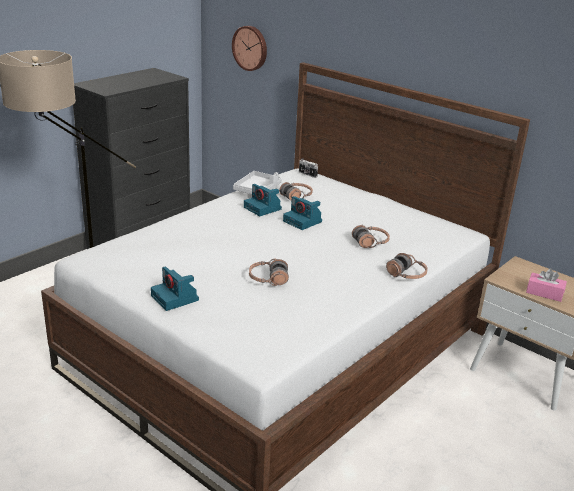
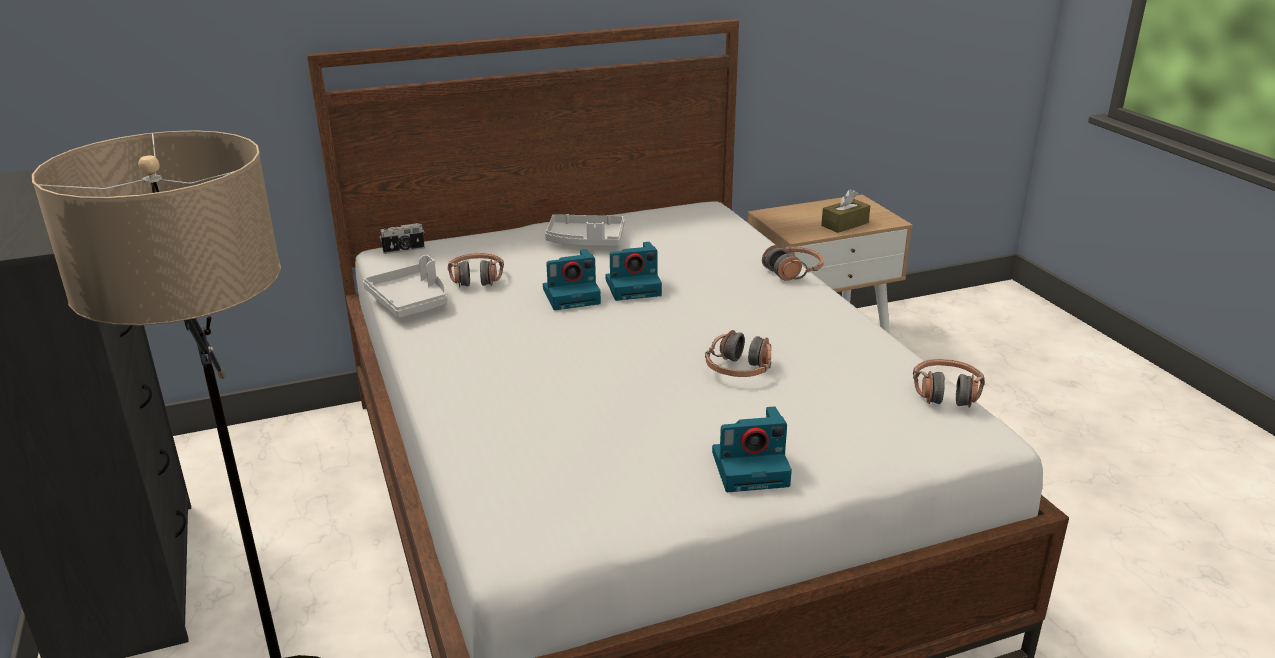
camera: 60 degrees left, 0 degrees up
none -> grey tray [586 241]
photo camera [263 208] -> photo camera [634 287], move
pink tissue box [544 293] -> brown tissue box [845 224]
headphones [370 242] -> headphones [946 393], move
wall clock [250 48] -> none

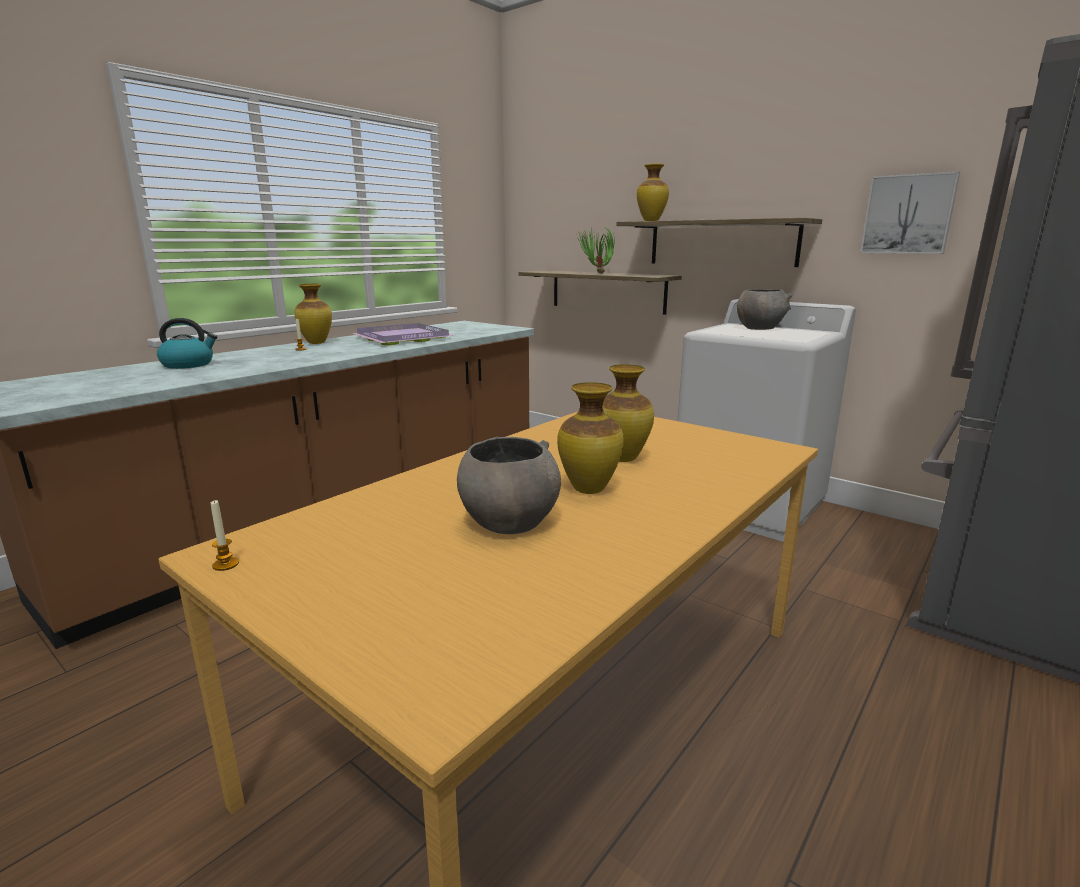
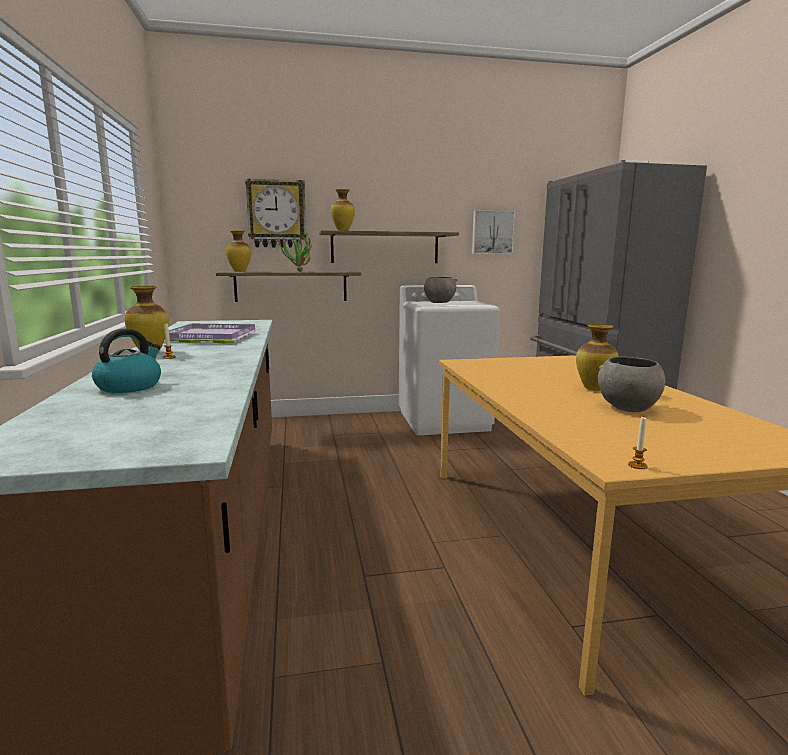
camera: 50 degrees left, 5 degrees down
vase [623 459] -> vase [240 271], move
none -> wall clock [276 214]

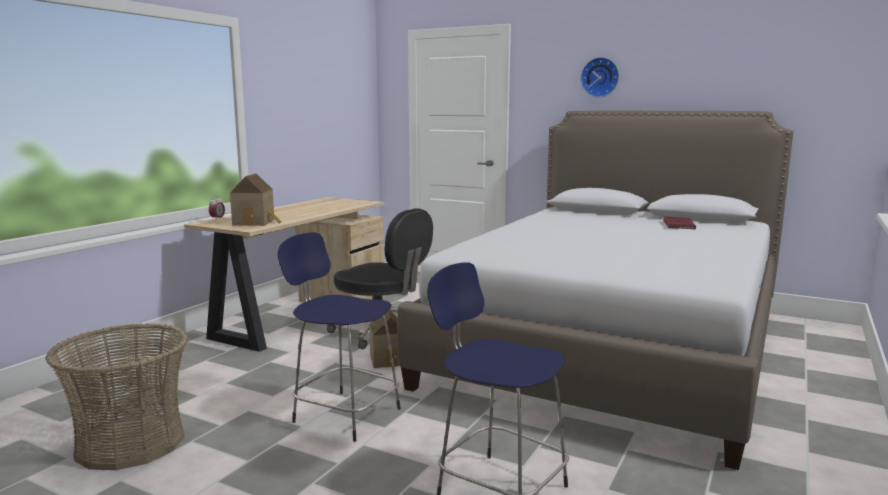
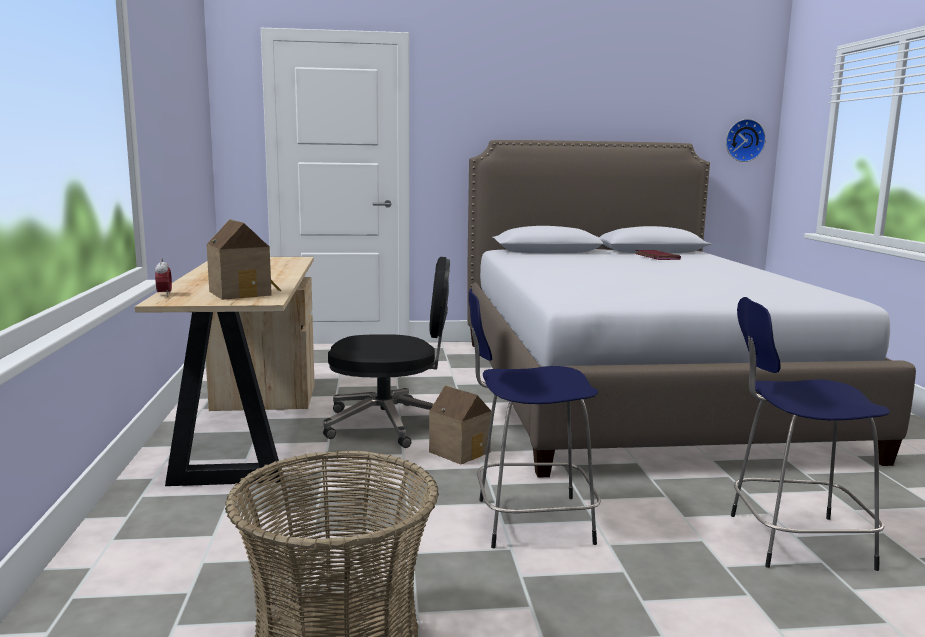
camera: 35 degrees left, 0 degrees up
wall clock [600 77] -> wall clock [744 140], move

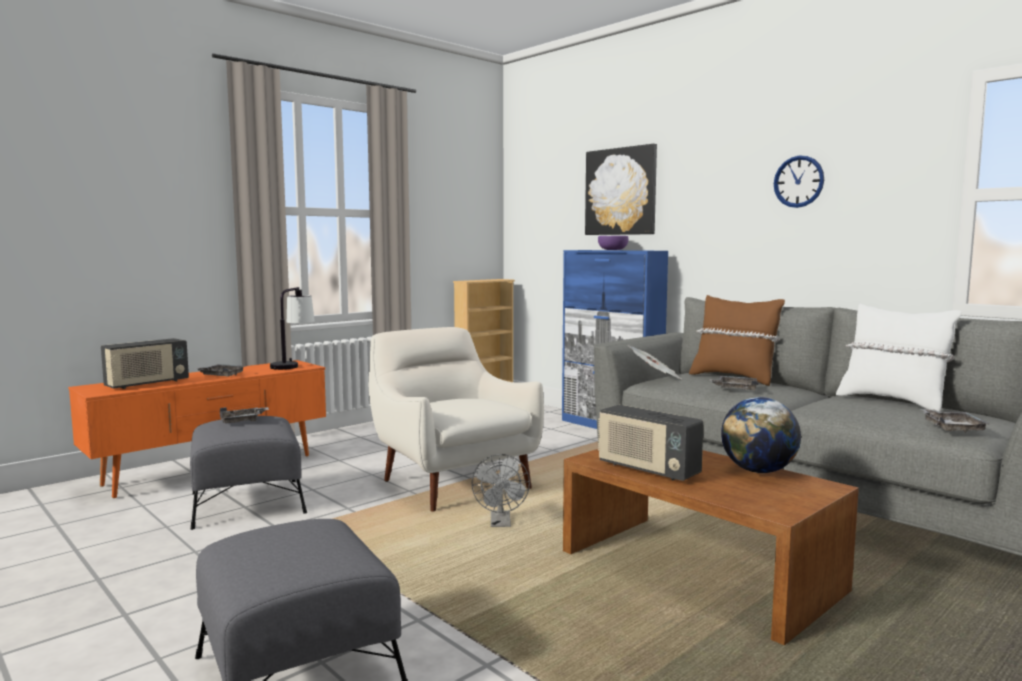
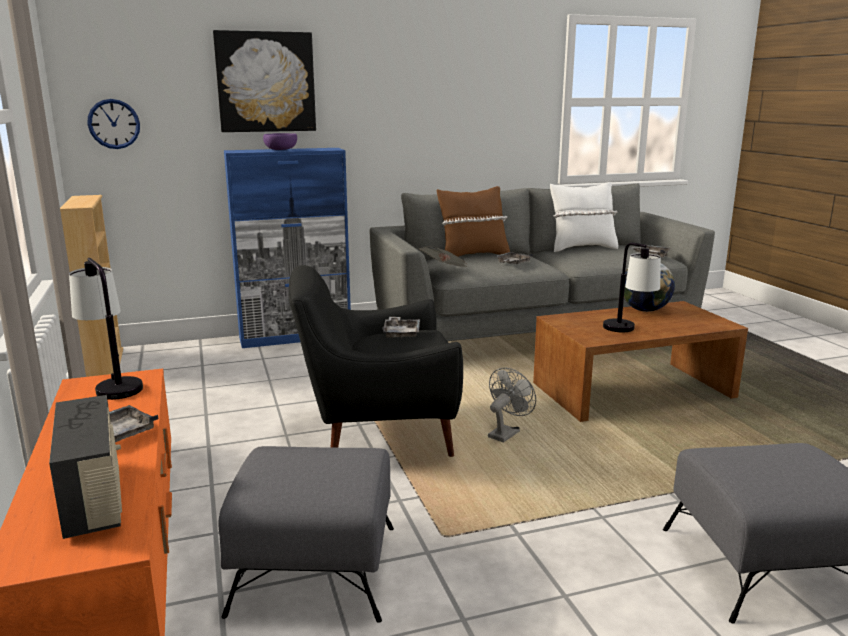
camera: 65 degrees left, 10 degrees up
wall clock [798 181] -> wall clock [114 124], move
white armchair [452 482] -> black armchair [376 433]
grey tray [242 421] -> grey tray [401 333], move
grey fan [501 524] -> grey fan [506 433], 75 degrees counterclockwise
radio [647 469] -> table lamp [628 332]

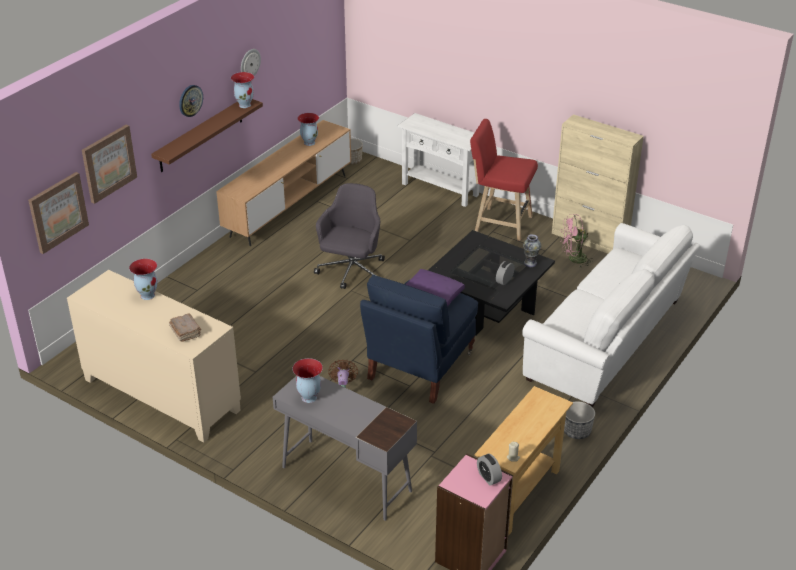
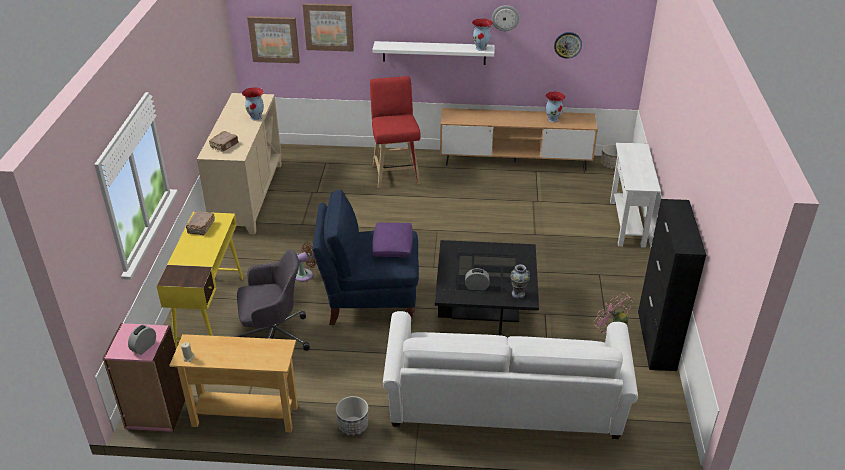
camera: 60 degrees right, 0 degrees up
grey desk [345 478] -> yellow desk [210 311]
vase [309 398] -> brown book [201 227]
grey office chair [351 271] -> grey office chair [273 336], move
red stool [500 223] -> red stool [395 173], move
brown shelf [201 135] -> white shelf [434 52]
wall clock [190 100] -> wall clock [567 45], move
beige cabinet [589 240] -> black cabinet [656 340]

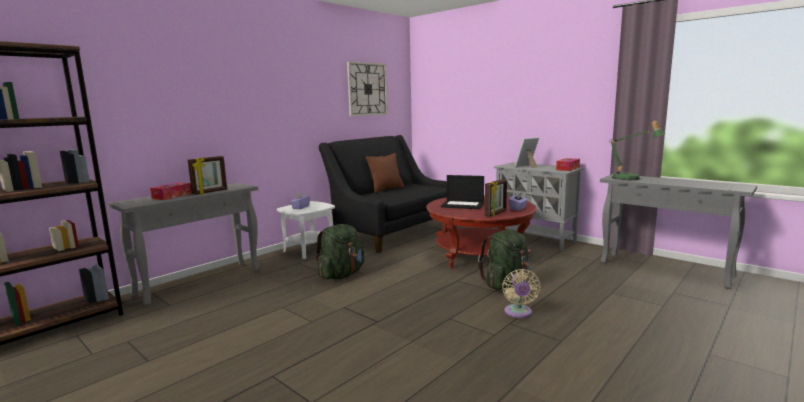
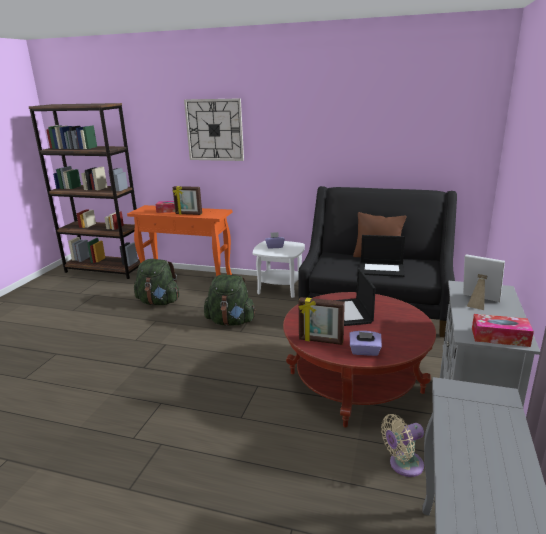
camera: 65 degrees right, 10 degrees up
grey console table [200 281] -> orange console table [187 277]
green backpack [506 285] -> green backpack [159 302], move
wall clock [367 89] -> wall clock [214 130], move
none -> laptop [382 269]
beige fan [518 313] -> beige fan [403 465], move
table lamp [630 179] -> none

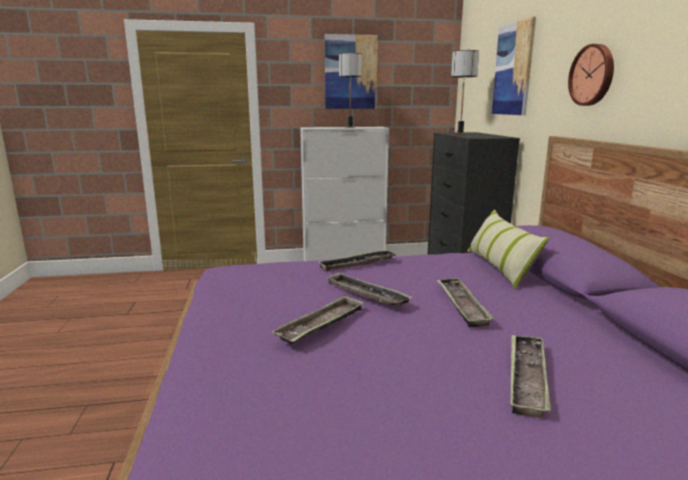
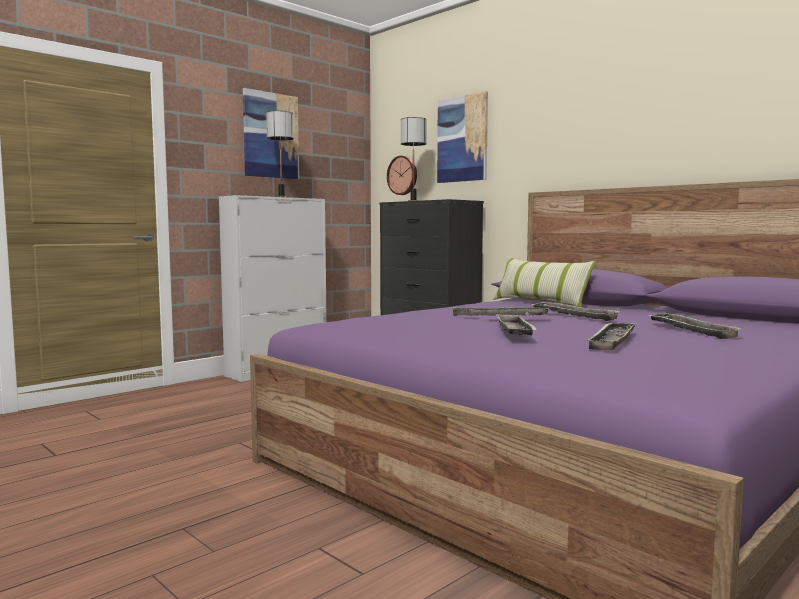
camera: 35 degrees left, 10 degrees down
wall clock [593 75] -> wall clock [403 175], move
tray [357 264] -> tray [612 341], move

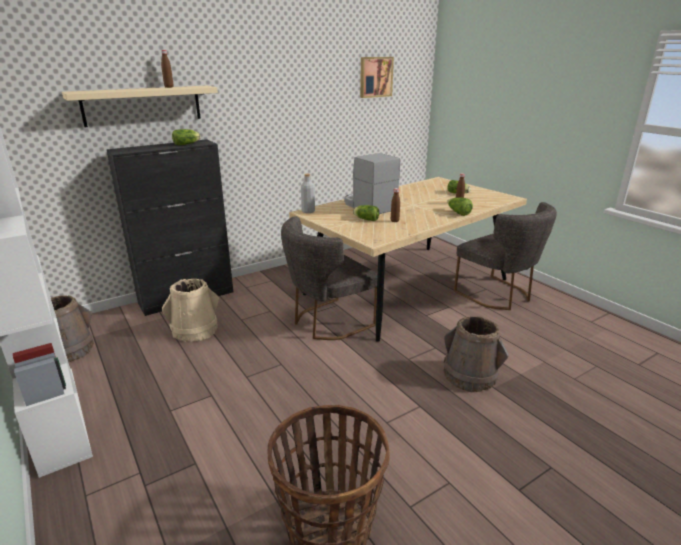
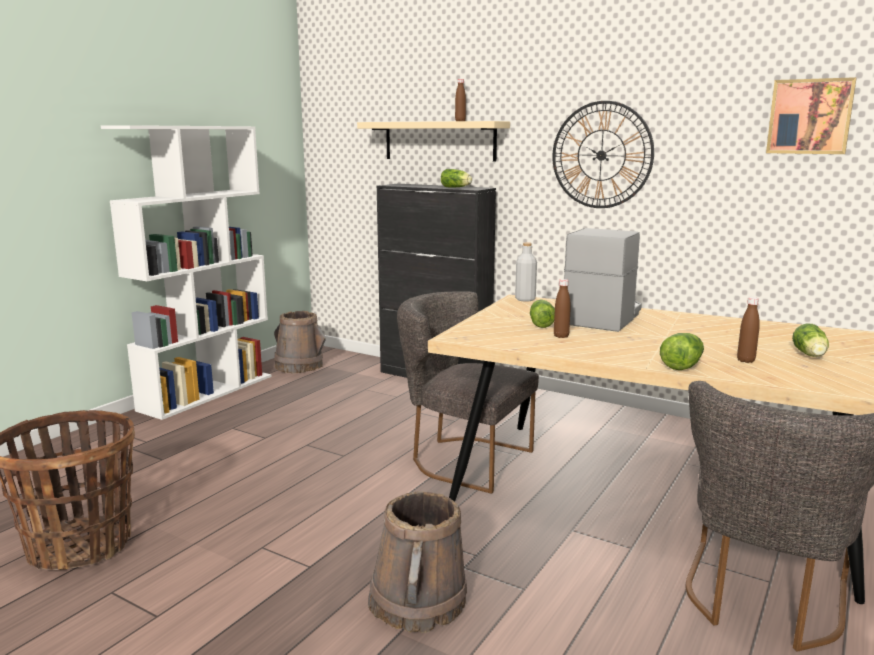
camera: 65 degrees right, 10 degrees down
none -> wall clock [601 155]
beige bucket [195 330] -> none

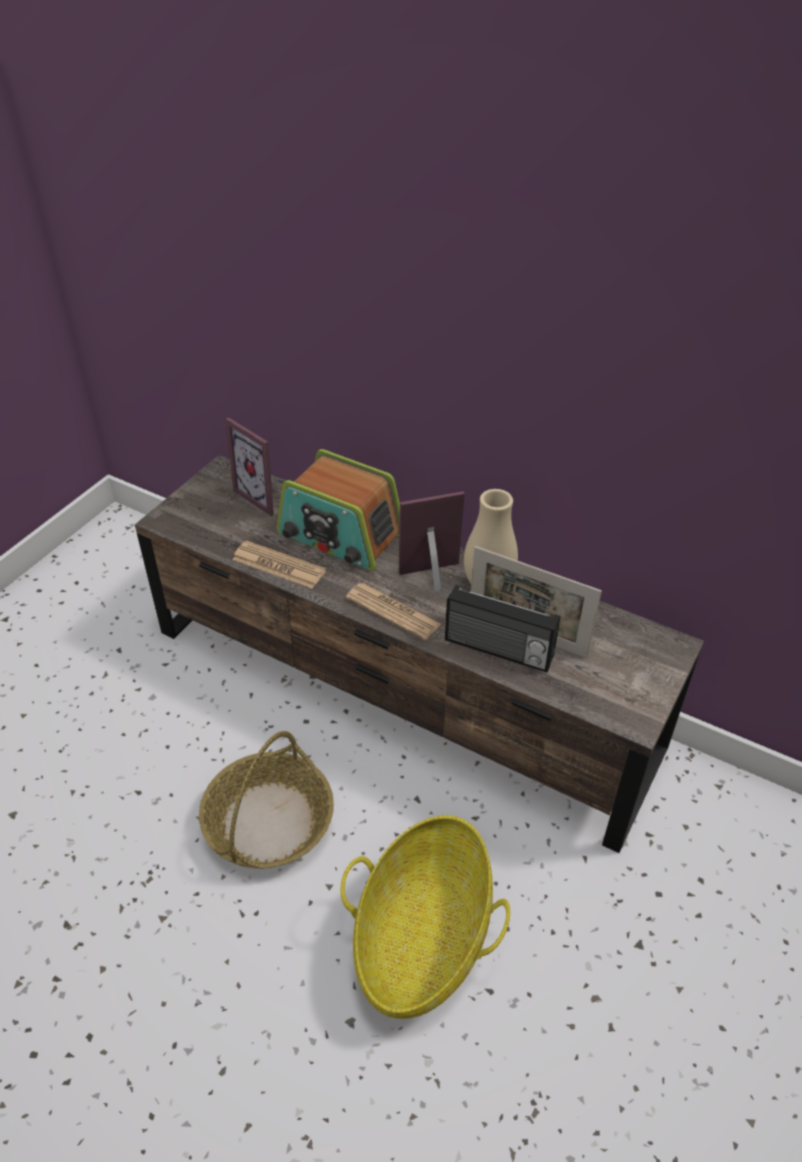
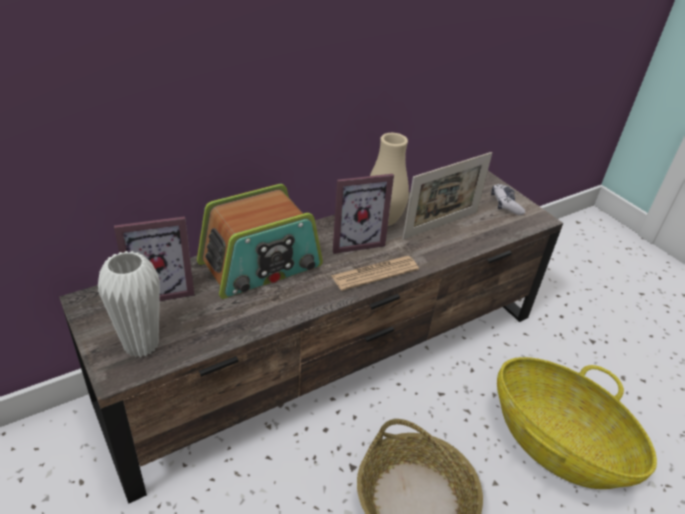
camera: 65 degrees left, 5 degrees down
none -> white vase [141 345]
picture frame [433 579] -> picture frame [354 240], 120 degrees counterclockwise
none -> game controller [505 204]
newspaper [278 565] -> none
radio [498 650] -> none

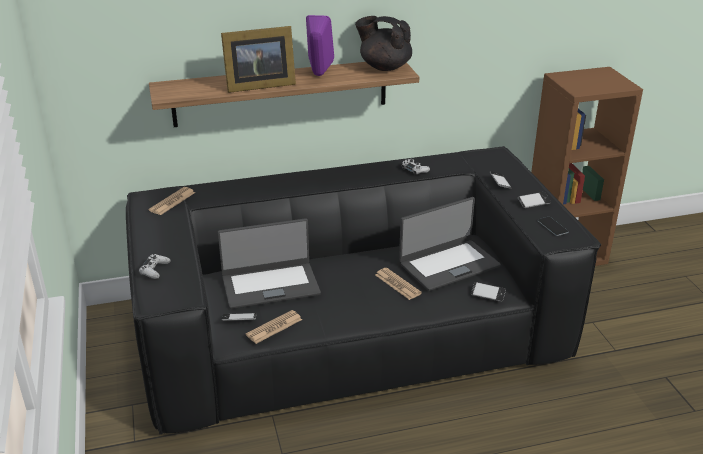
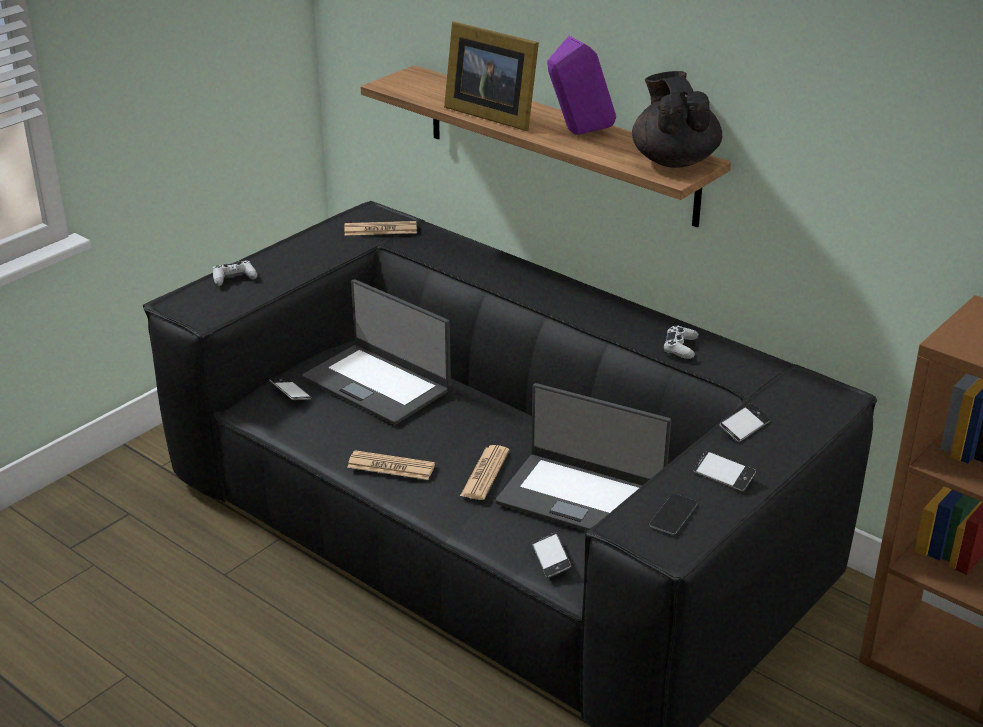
camera: 55 degrees right, 0 degrees up
newspaper [274 327] -> newspaper [391 466], move

